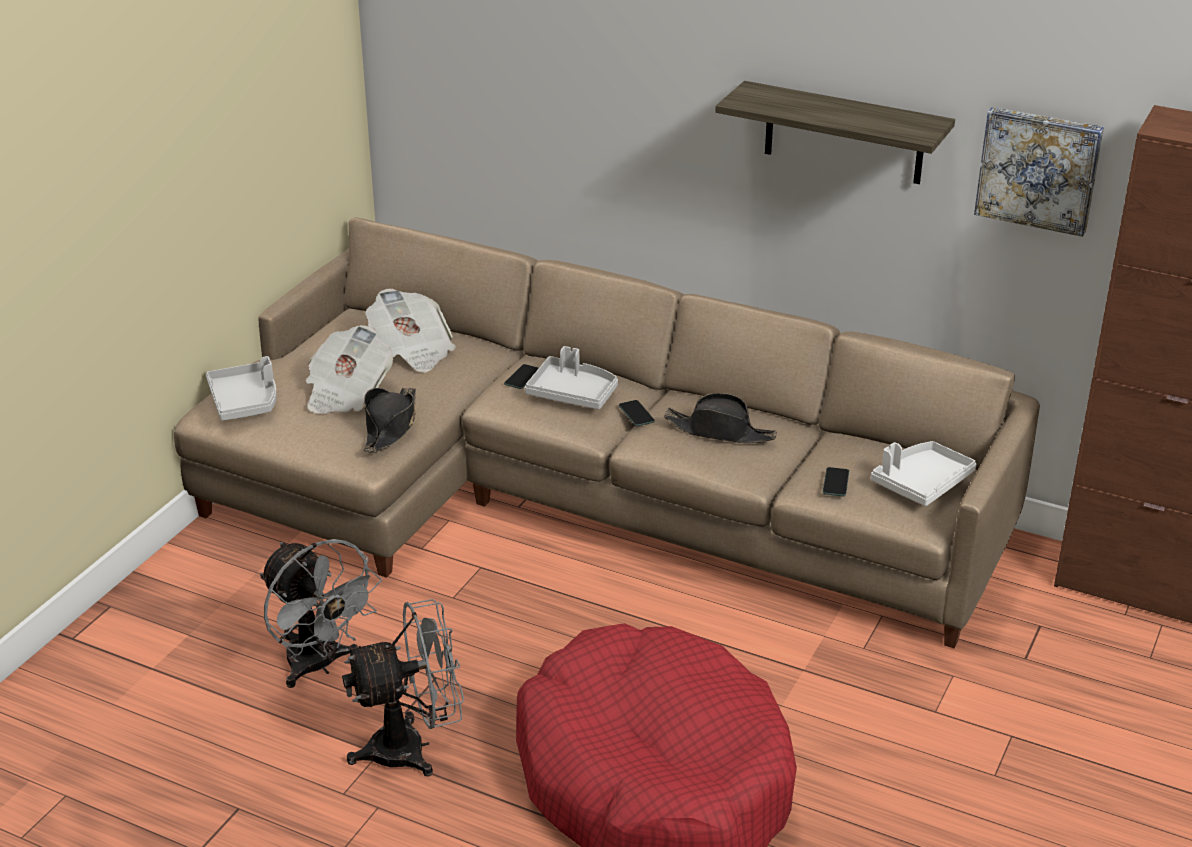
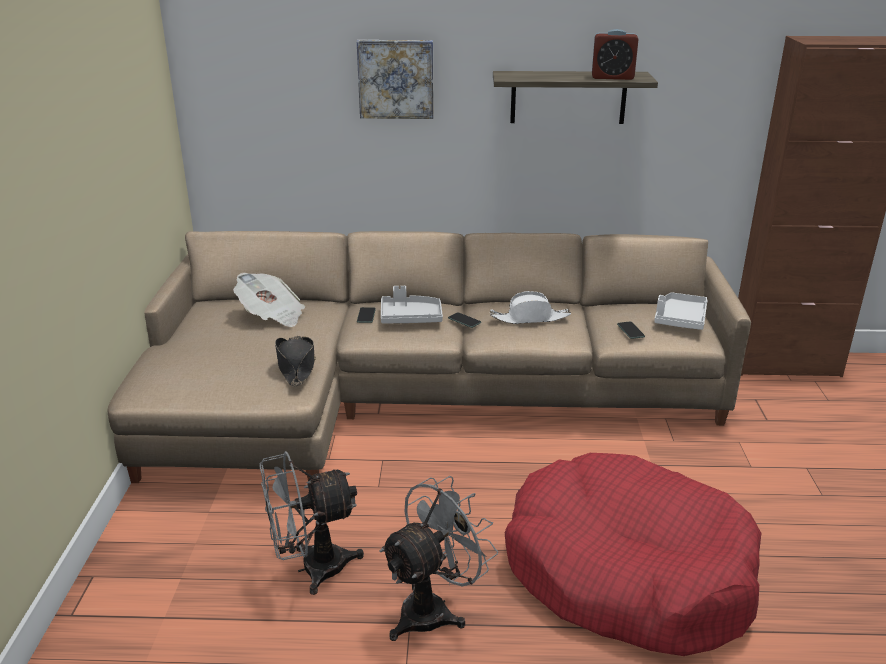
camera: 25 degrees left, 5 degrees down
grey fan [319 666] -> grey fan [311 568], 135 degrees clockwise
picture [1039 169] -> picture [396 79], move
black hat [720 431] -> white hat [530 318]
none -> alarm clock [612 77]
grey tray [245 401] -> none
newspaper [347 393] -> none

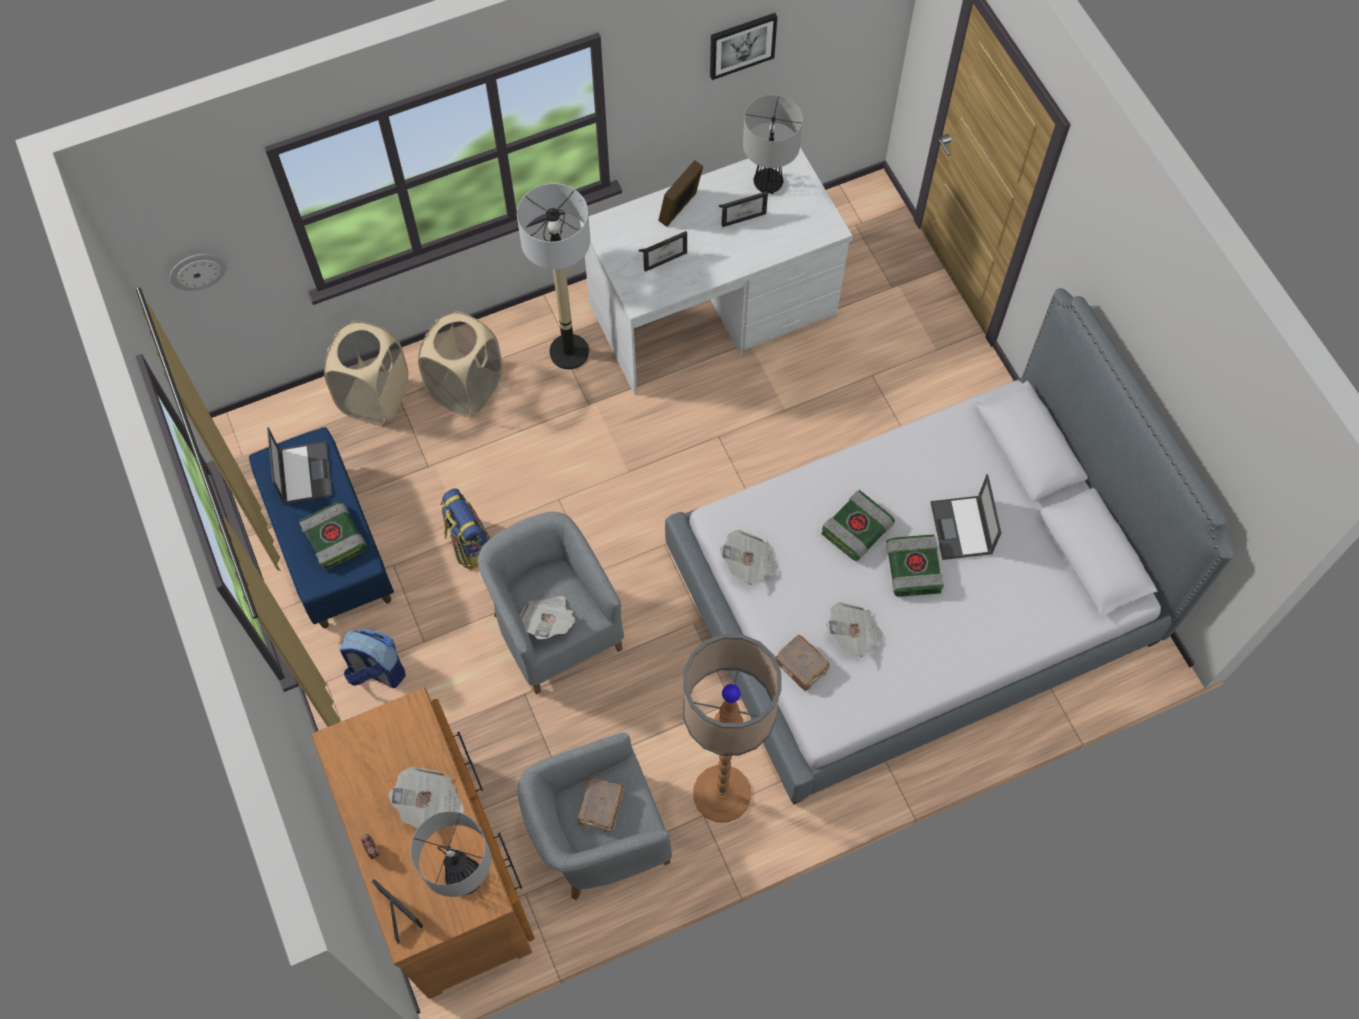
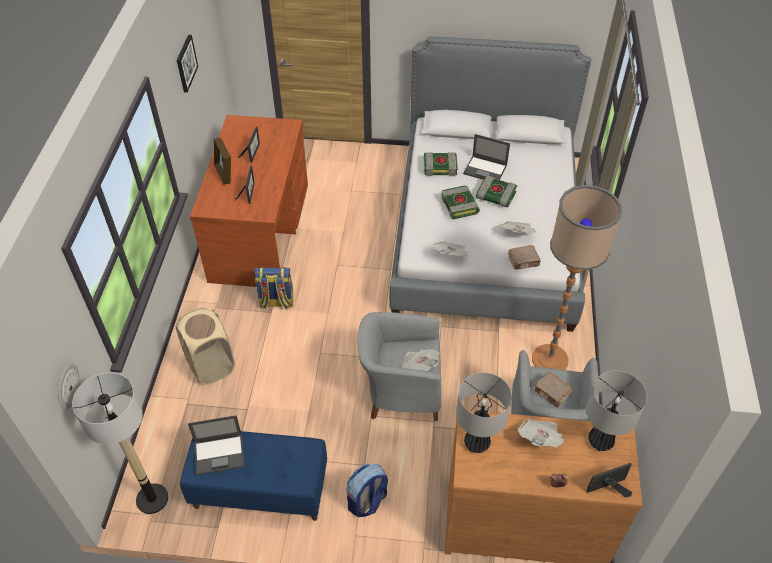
camera: 60 degrees left, 15 degrees down
floor lamp [569 352] -> floor lamp [152 499], move
laptop [304 472] -> laptop [220 454], 150 degrees clockwise
white desk [714 311] -> brown desk [261 233]
backpack [469 544] -> backpack [276 302], move
book [335 539] -> book [440 167], move
table lamp [768 184] -> table lamp [477 443], move
beige laundry basket [375 397] -> none

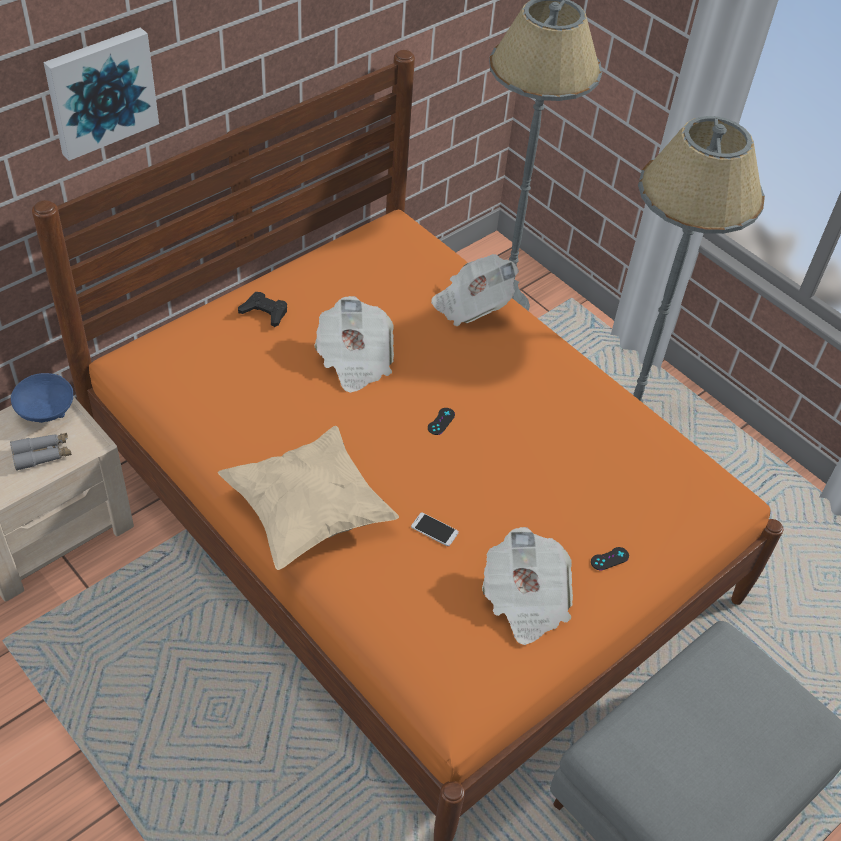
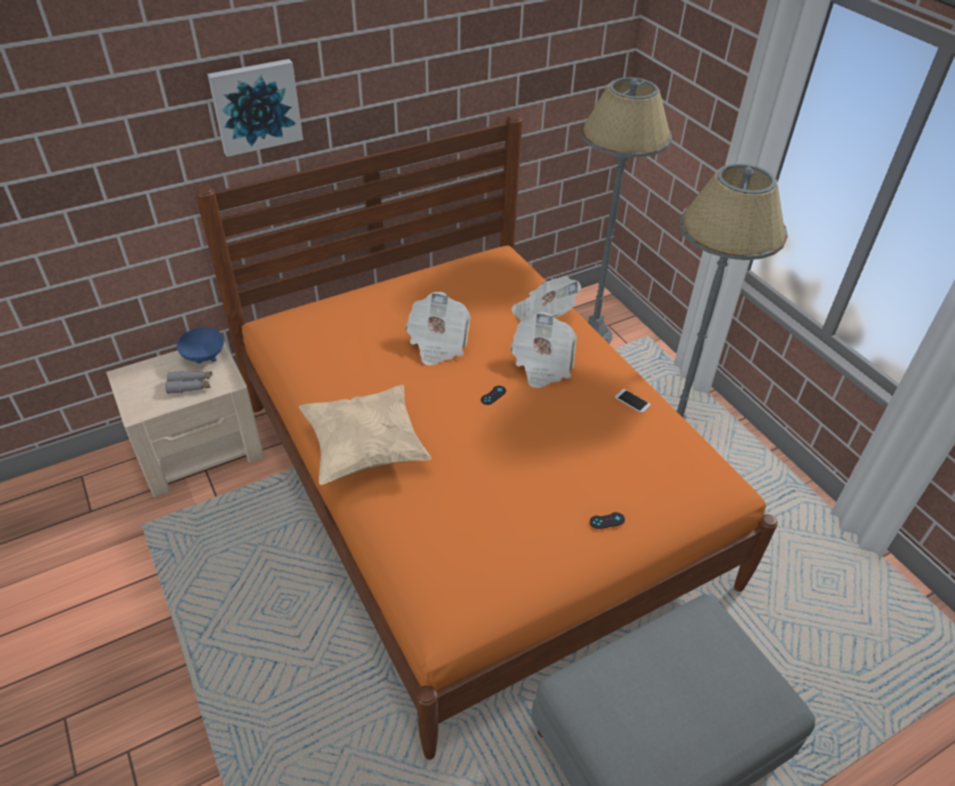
camera: 15 degrees right, 5 degrees down
newspaper [525 601] -> newspaper [542 365], move
phone [434 529] -> phone [632 401], move
black game controller [264 312] -> none

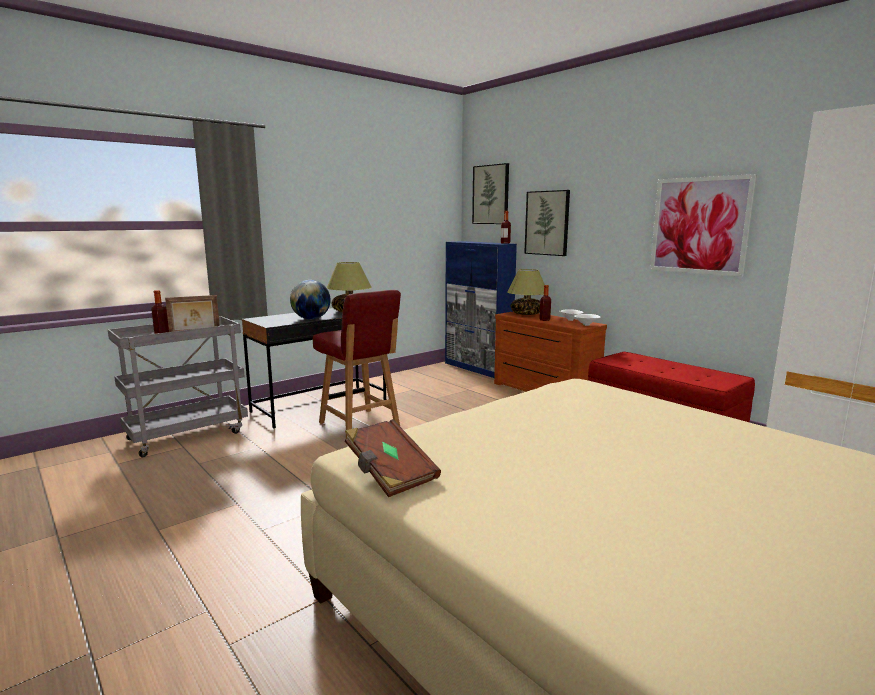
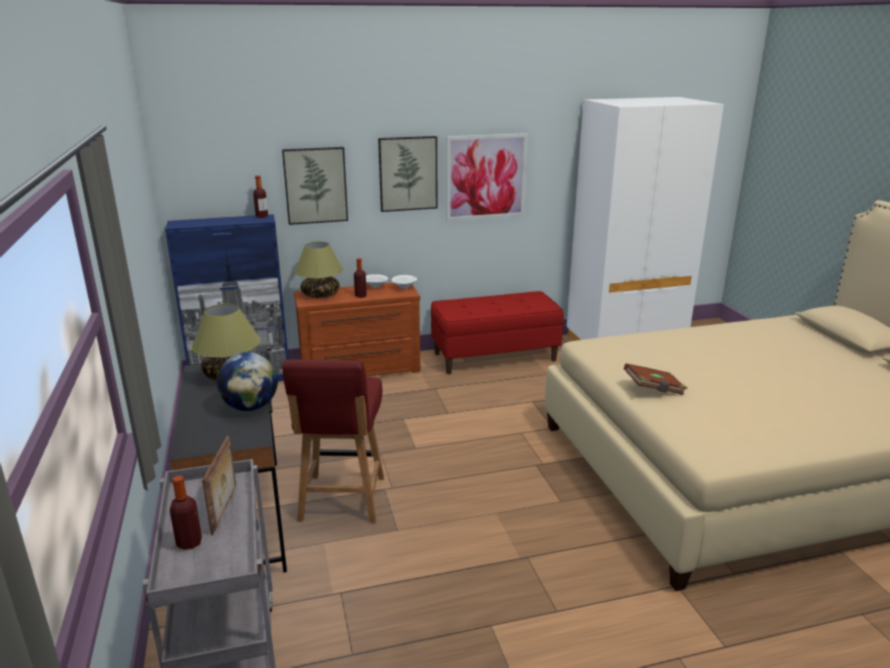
camera: 65 degrees left, 10 degrees up
red chair [360 425] -> red chair [342 500], 105 degrees clockwise
picture [491 194] -> picture [408 173], move
brown book [390 473] -> brown book [654 390], move

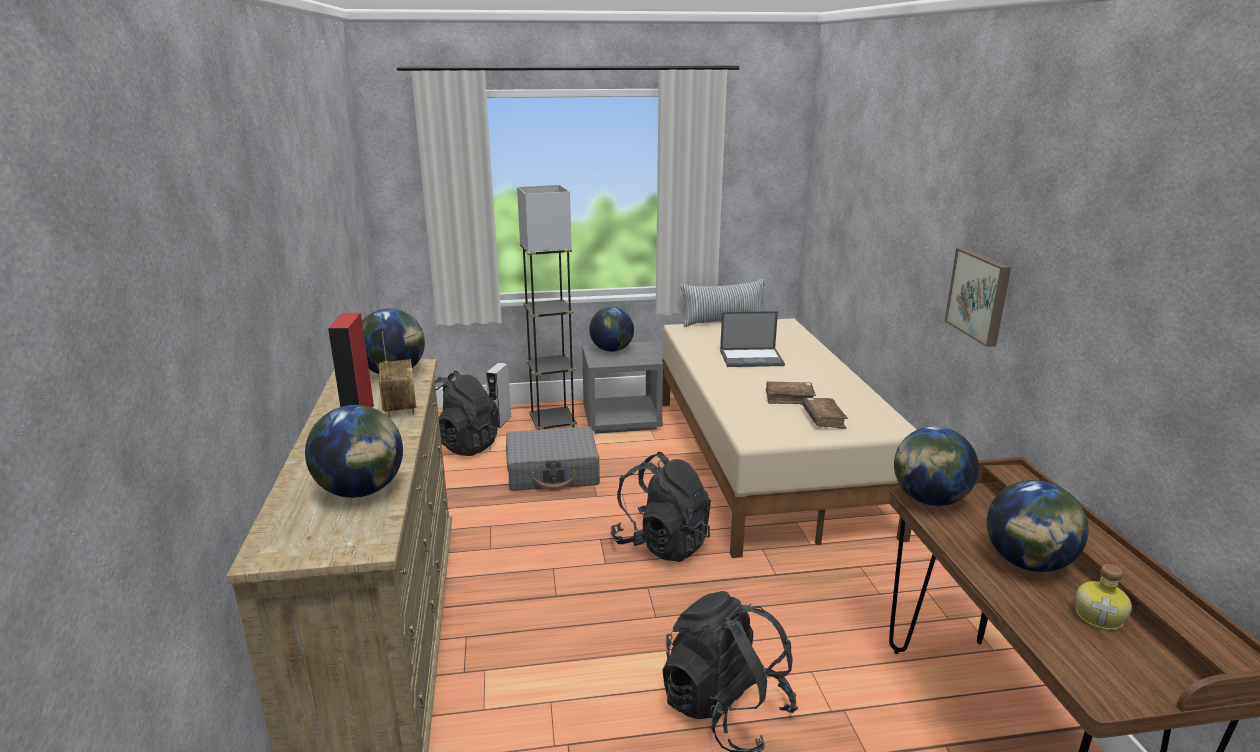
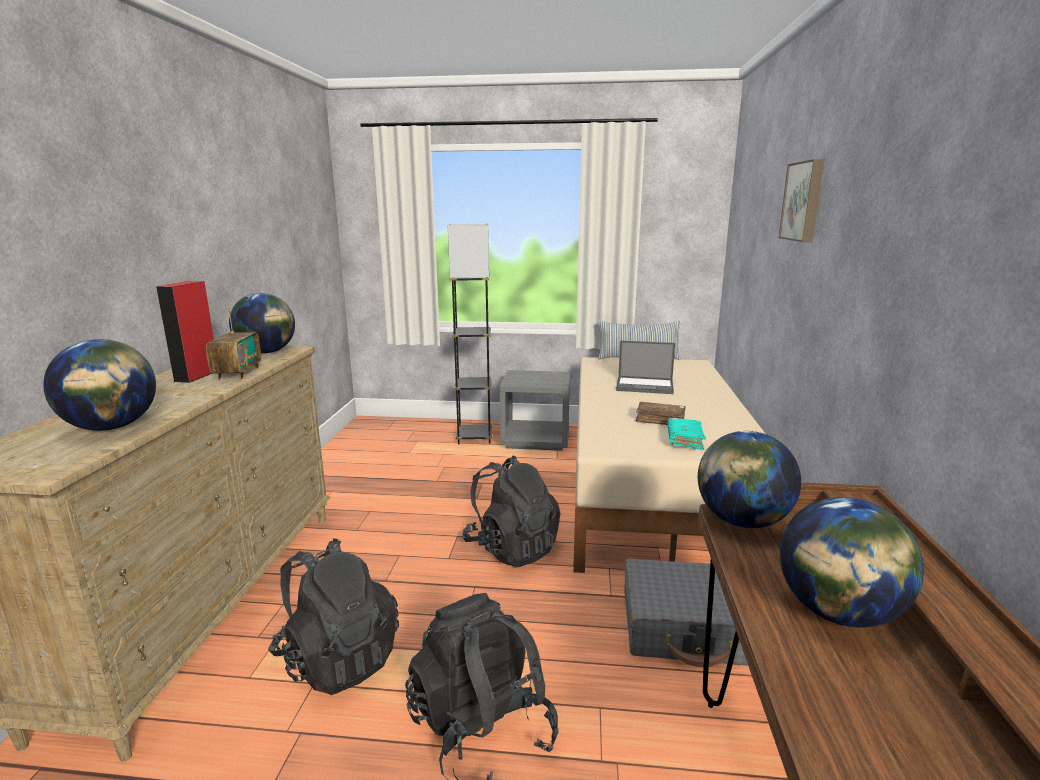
camera: 15 degrees right, 5 degrees down
black backpack [462 445] -> black backpack [338 659], move
grey suitcase [553 472] -> grey suitcase [689 628], move
brown book [823 419] -> turquoise book [684 440]
picture [980 295] -> picture [804 201], move
grey speaker [500 421] -> none
globe [612 350] -> none
bottle [1100 616] -> none

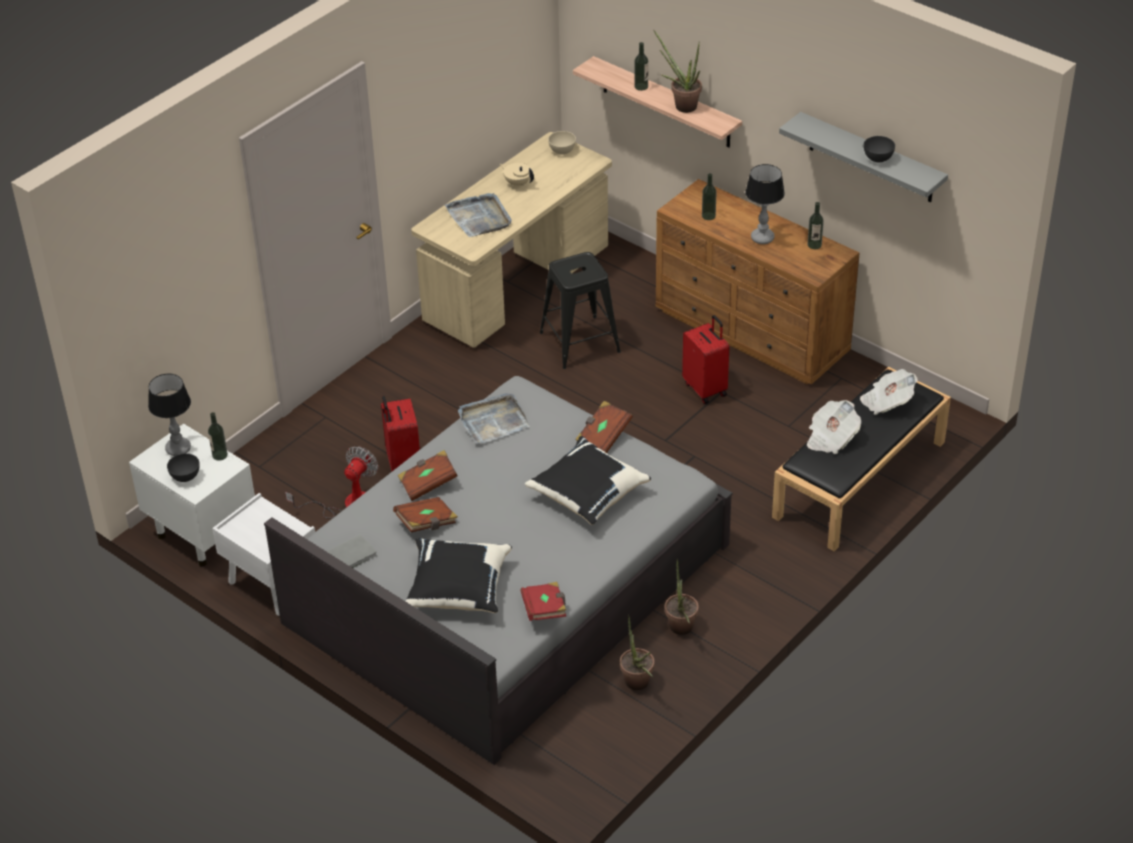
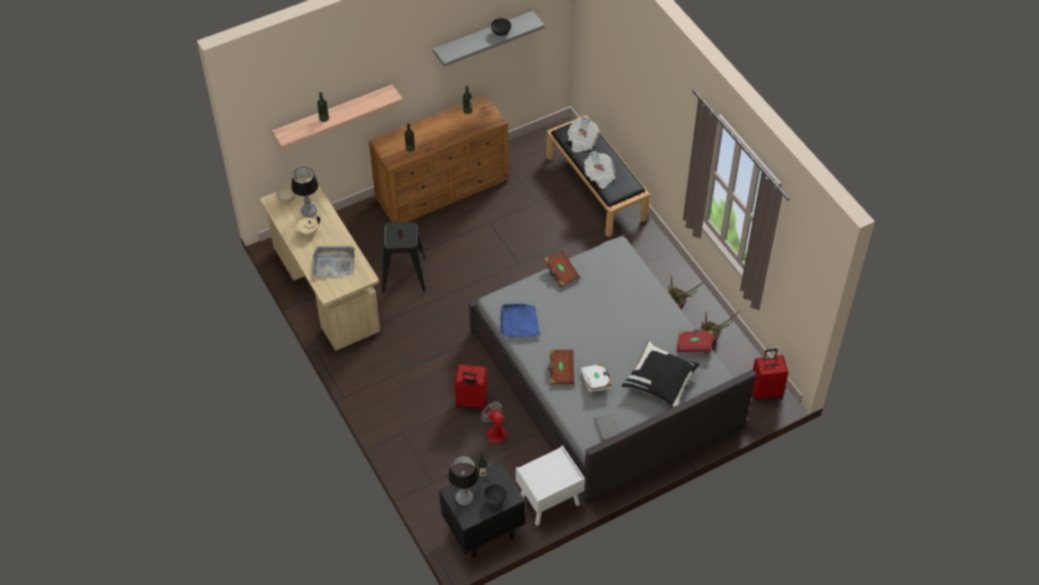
camera: 70 degrees left, 10 degrees up
table lamp [762 238] -> table lamp [309 212], move
white nightstand [201 533] -> black nightstand [482 531]
grey tray [493 421] -> blue tray [519 322]
brown book [426 523] -> white book [596 382]
red suitcase [706 389] -> red suitcase [766 391], move
black pillow [587 495] -> none
potted plant [681 105] -> none

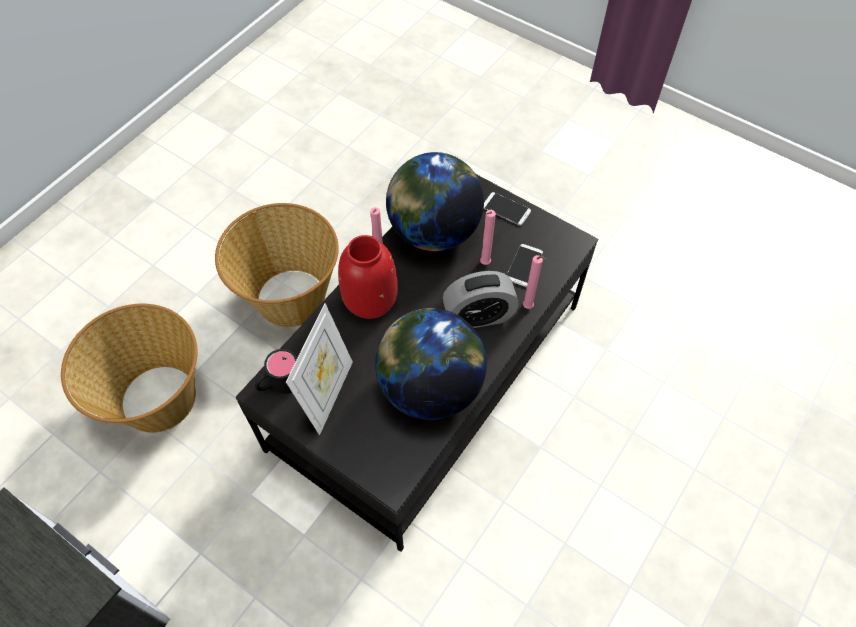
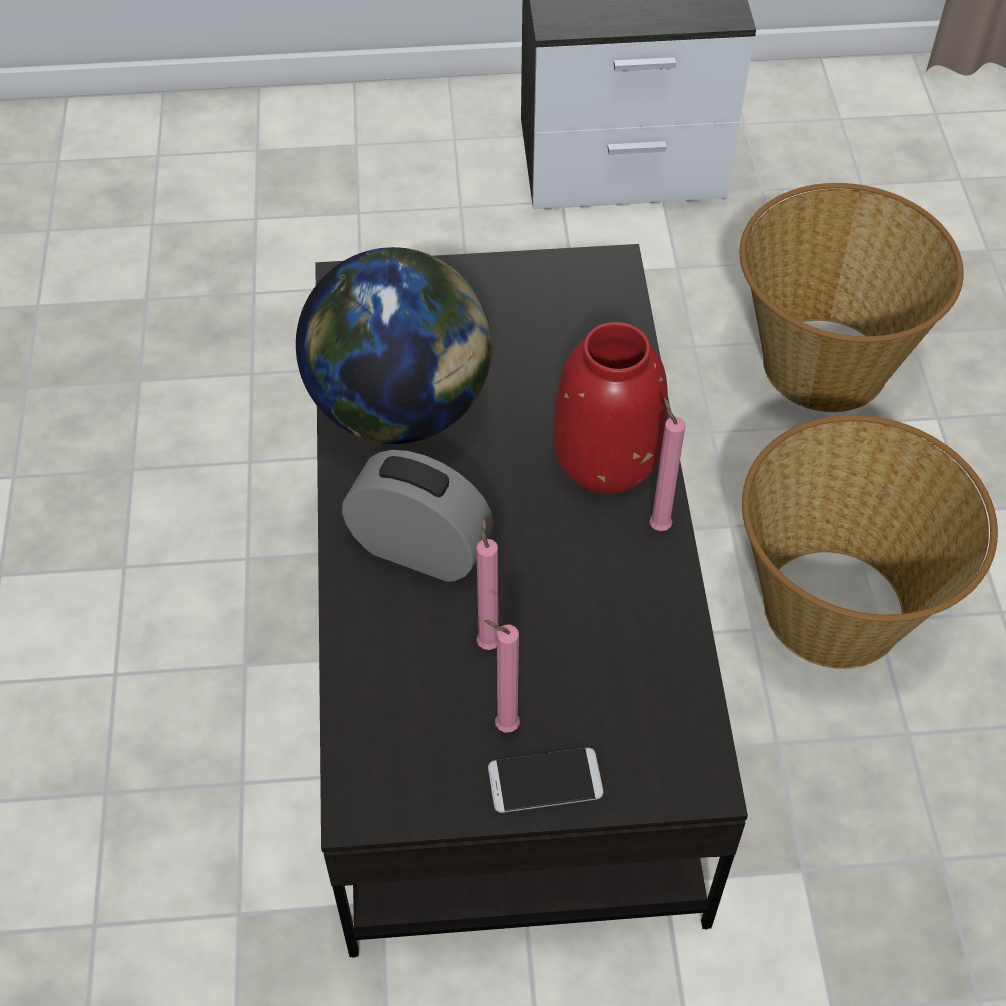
camera: 140 degrees right, 5 degrees down
alarm clock [478 316] -> alarm clock [419 549], 75 degrees clockwise
pink candle [529 307] -> pink candle [503 725], move
black mug [279 383] -> none
picture frame [328 394] -> none
globe [433 231] -> none
phone [524 265] -> none

